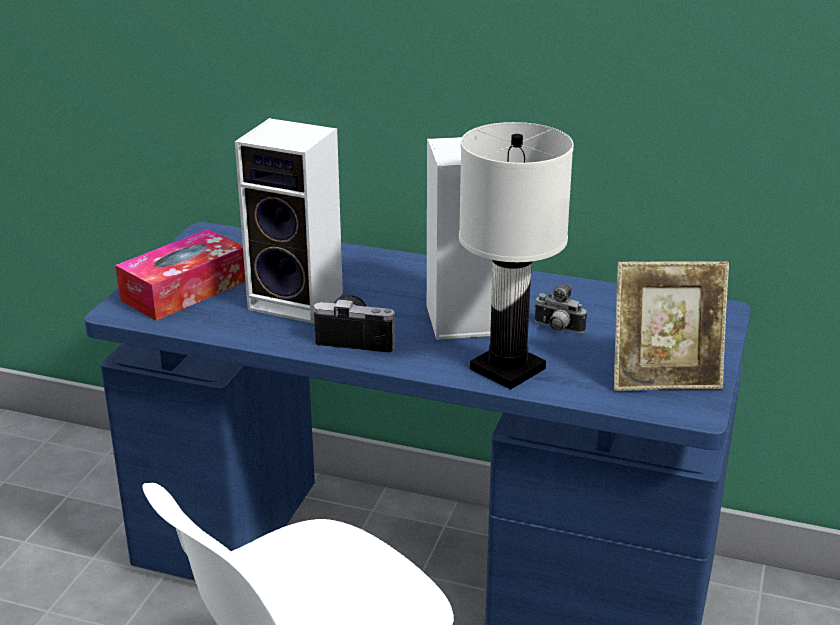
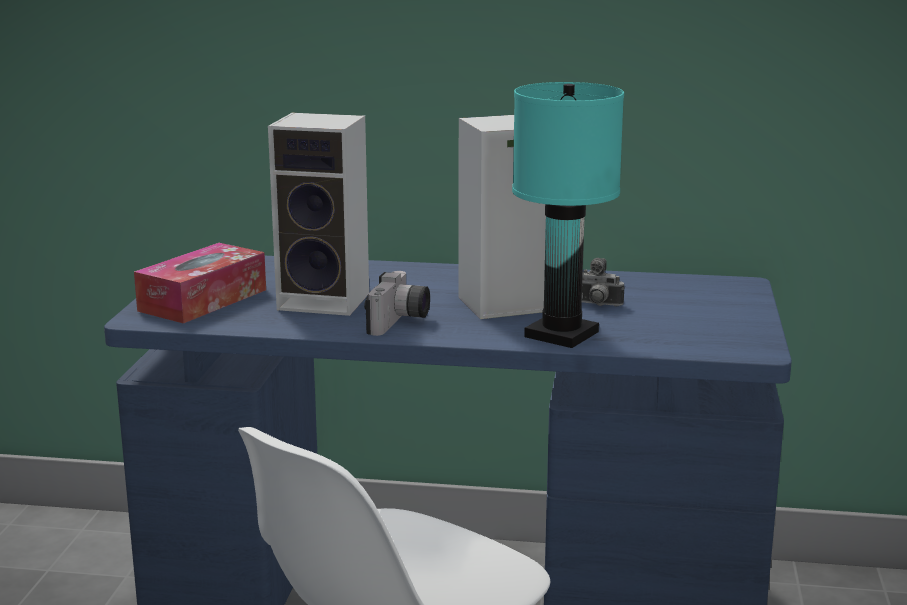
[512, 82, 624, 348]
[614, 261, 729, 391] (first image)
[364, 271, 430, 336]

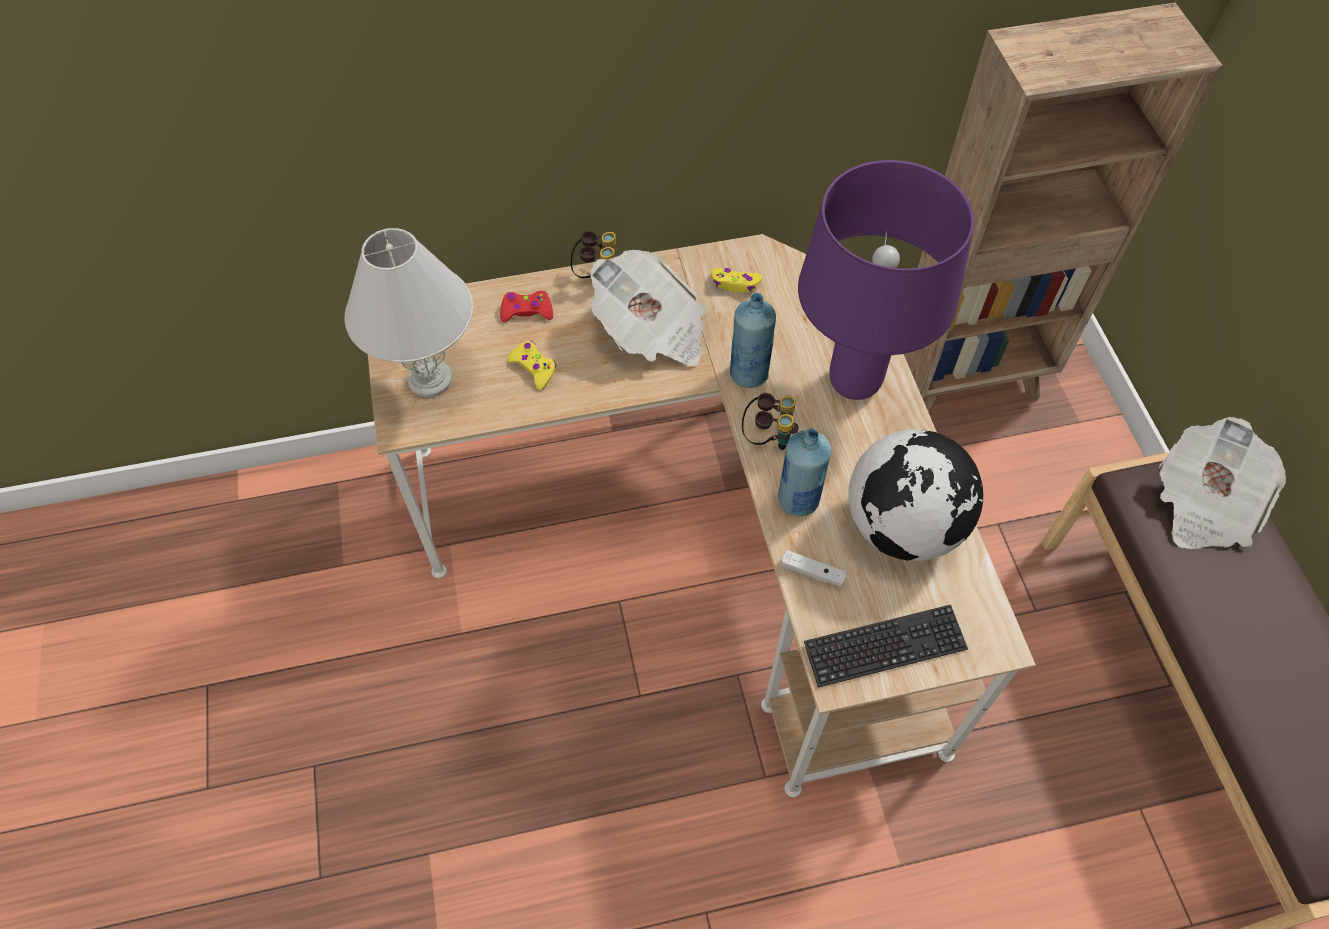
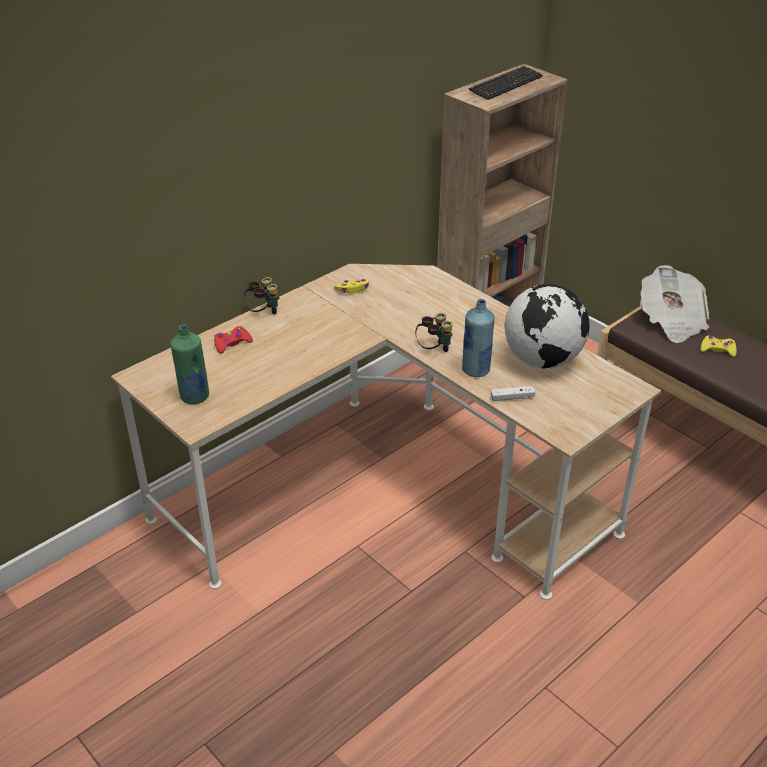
[798, 160, 974, 400] (first image)
[171, 324, 209, 404]
[590, 250, 706, 367] (first image)
[730, 293, 776, 388] (first image)
[700, 335, 736, 357]
[469, 66, 543, 100]

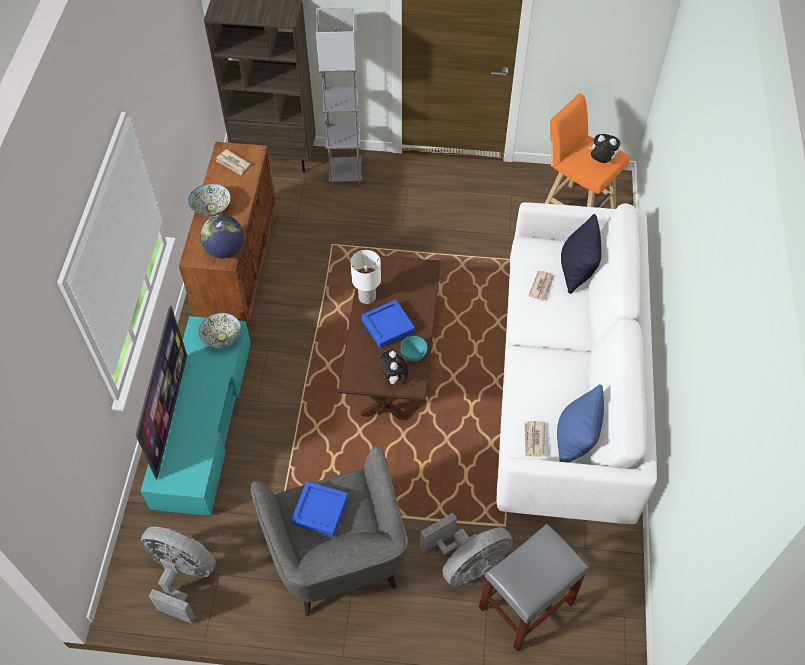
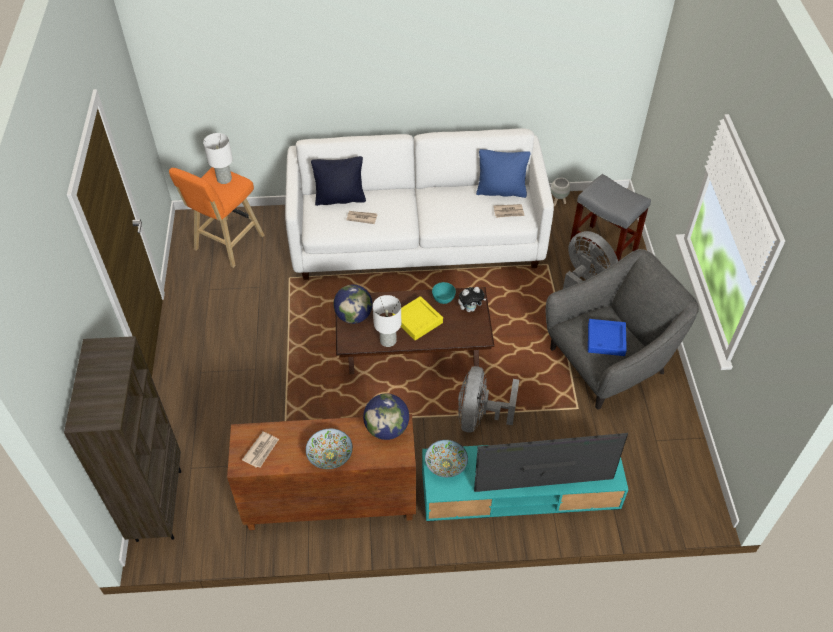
[316, 7, 362, 185] (first image)
[203, 133, 233, 184]
[393, 296, 443, 340]
[458, 366, 519, 432]
[551, 178, 571, 206]
[333, 285, 373, 324]

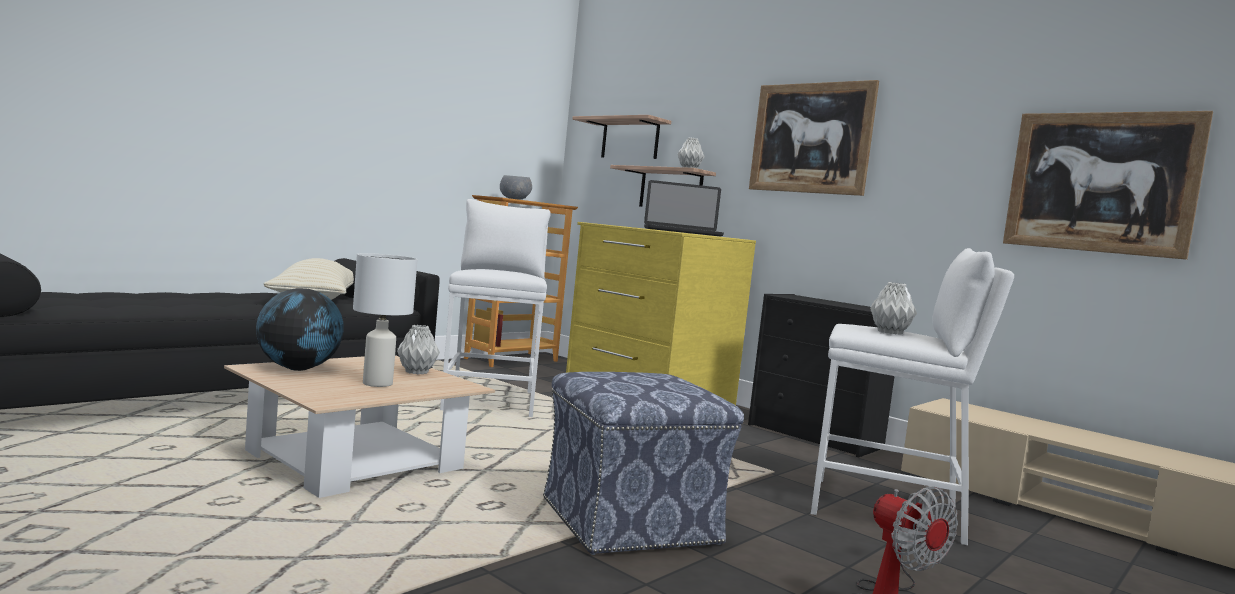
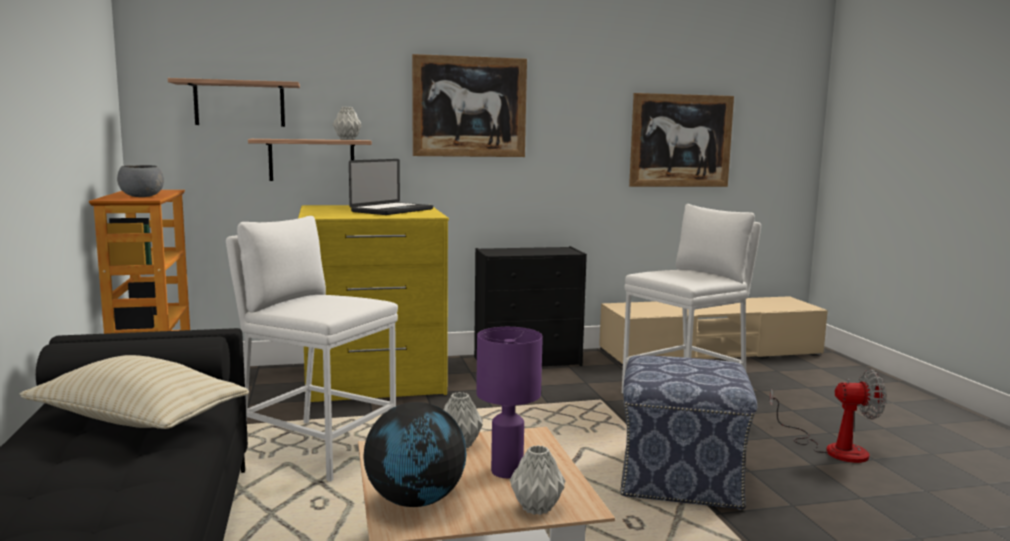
[476, 327, 543, 478]
[510, 445, 565, 515]

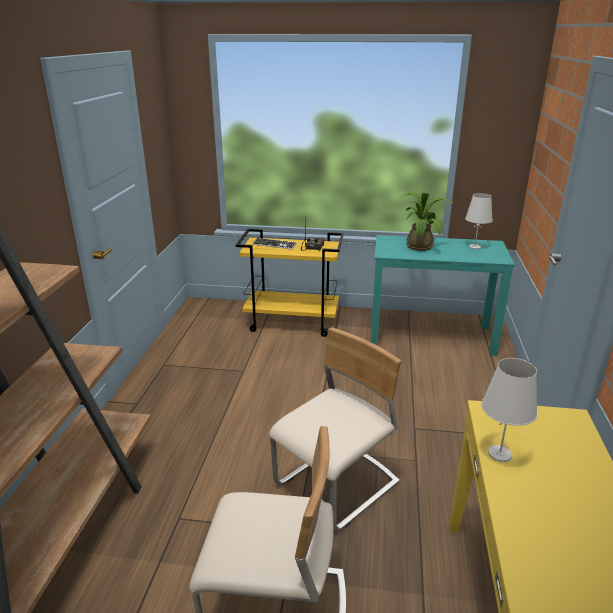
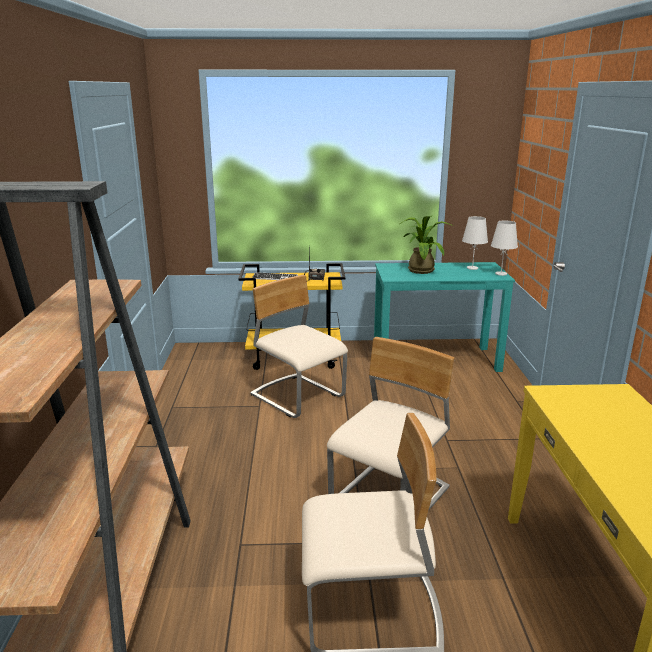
[491, 220, 518, 276]
[250, 275, 348, 418]

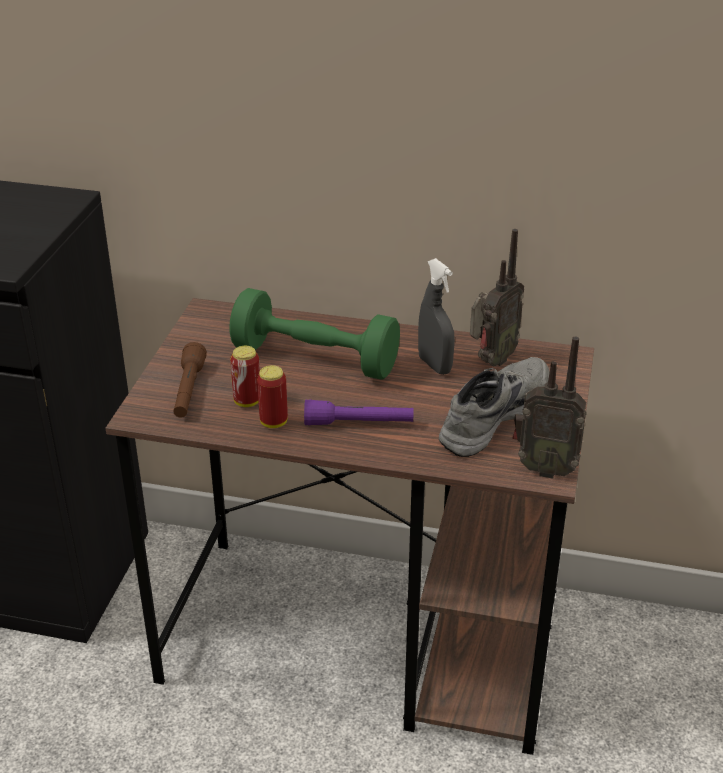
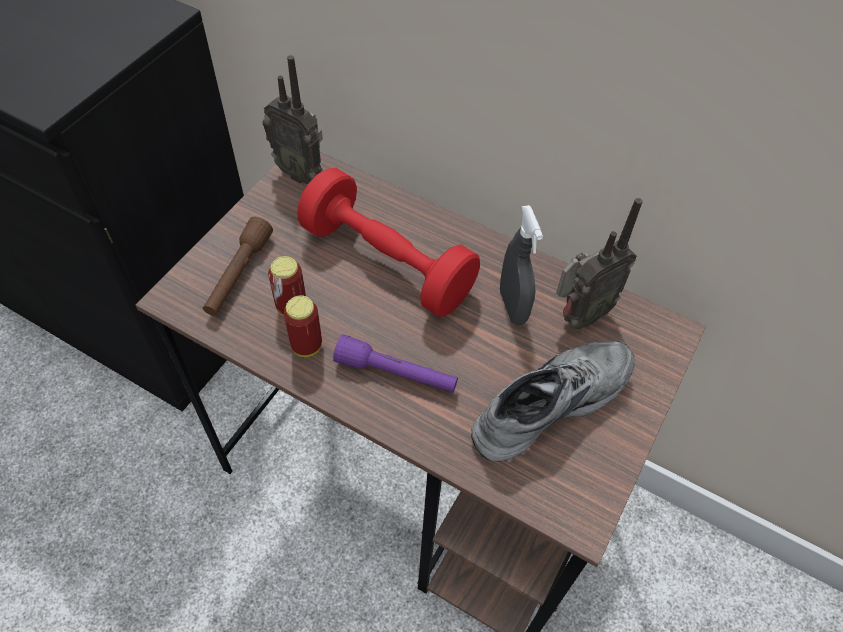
[297, 168, 480, 317]
[262, 55, 323, 184]

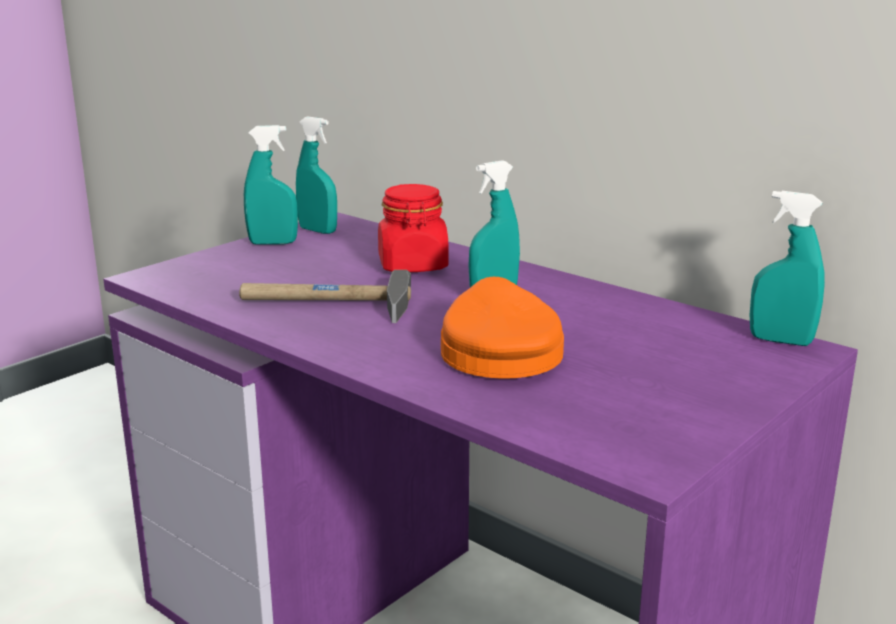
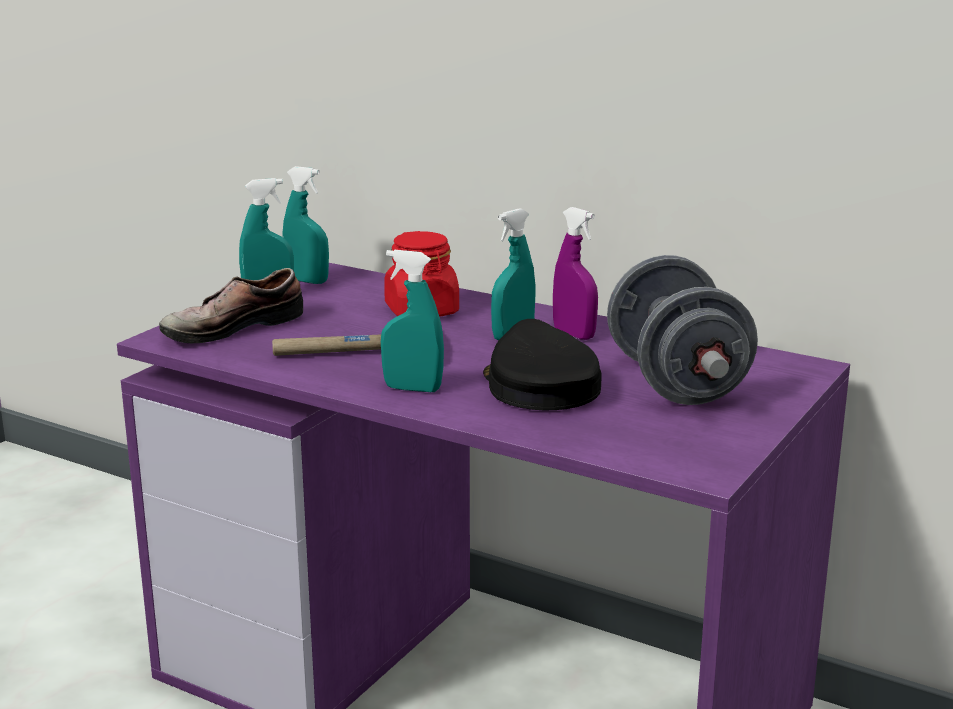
[381, 250, 444, 392]
[483, 319, 602, 410]
[553, 207, 598, 340]
[607, 255, 758, 405]
[159, 268, 303, 343]

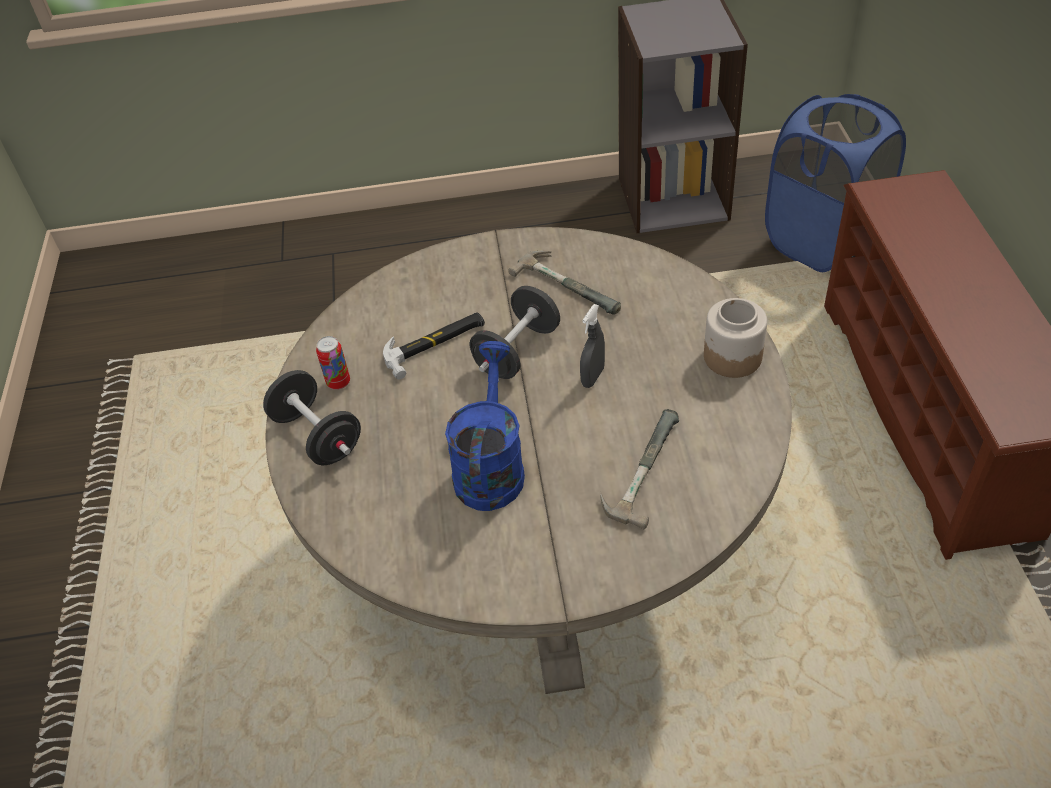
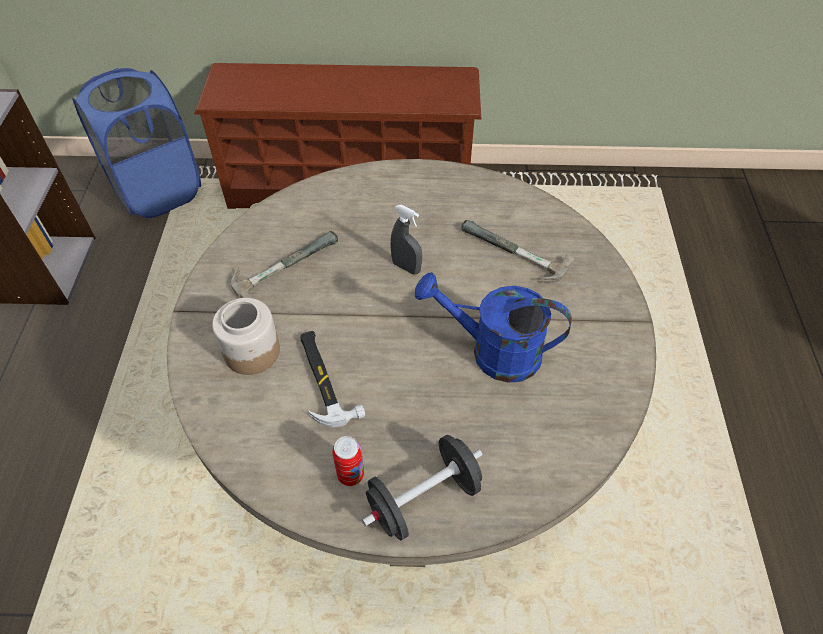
[470, 286, 560, 379] (first image)
[212, 298, 280, 375]

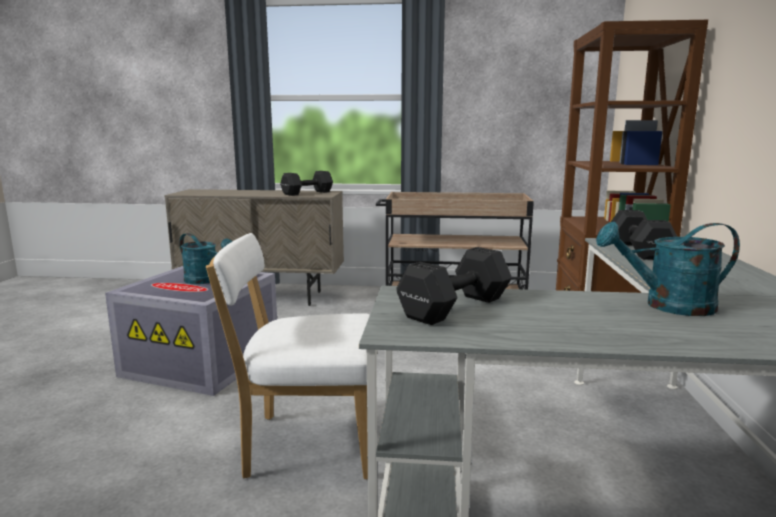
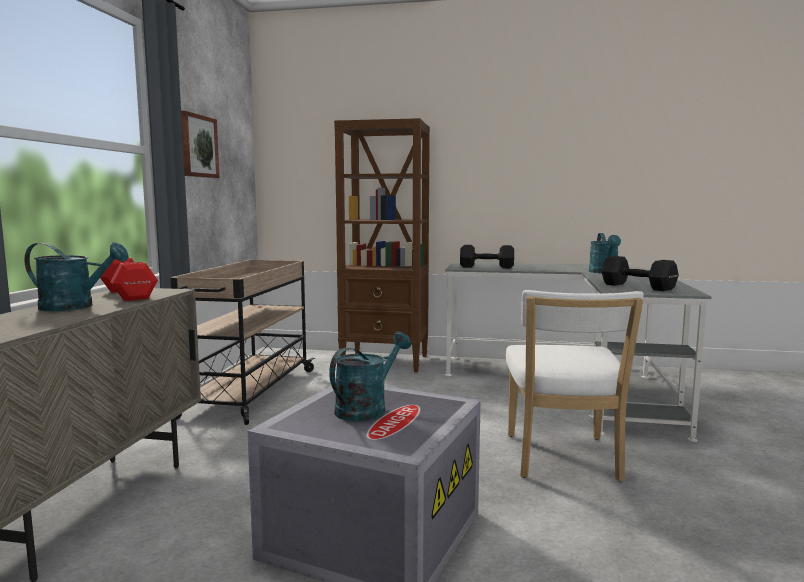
[100, 257, 158, 301]
[181, 111, 220, 178]
[24, 242, 129, 311]

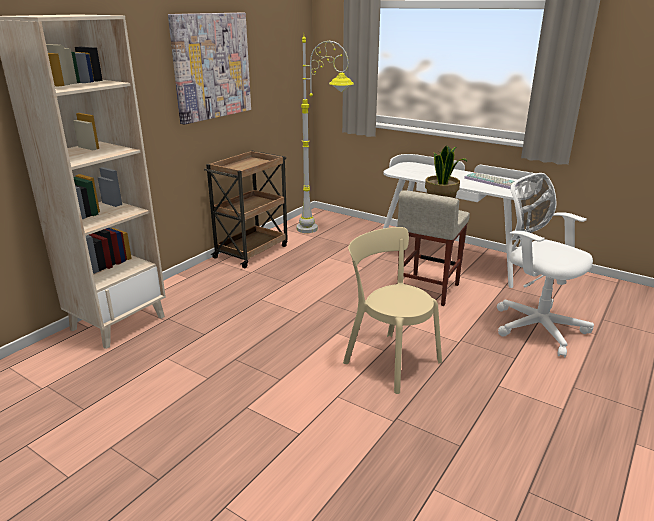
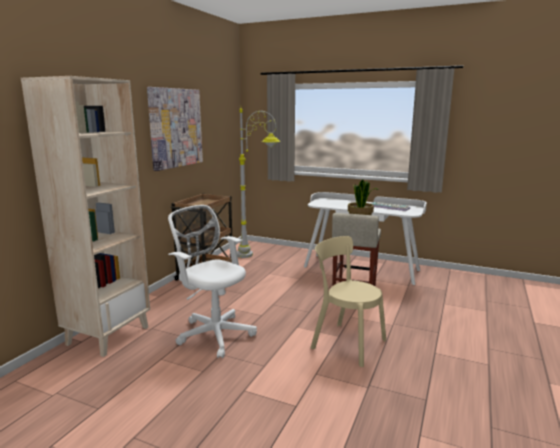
[168, 205, 257, 358]

